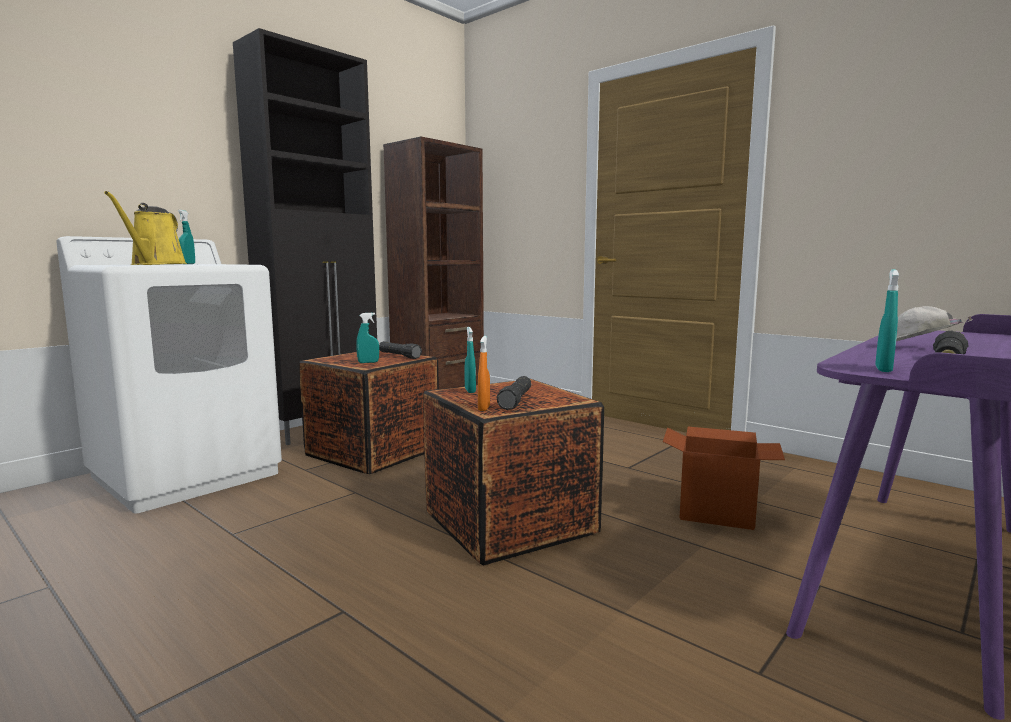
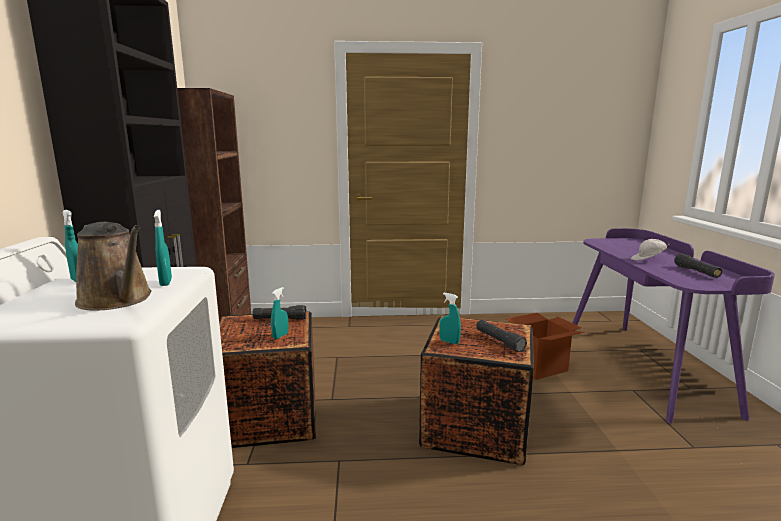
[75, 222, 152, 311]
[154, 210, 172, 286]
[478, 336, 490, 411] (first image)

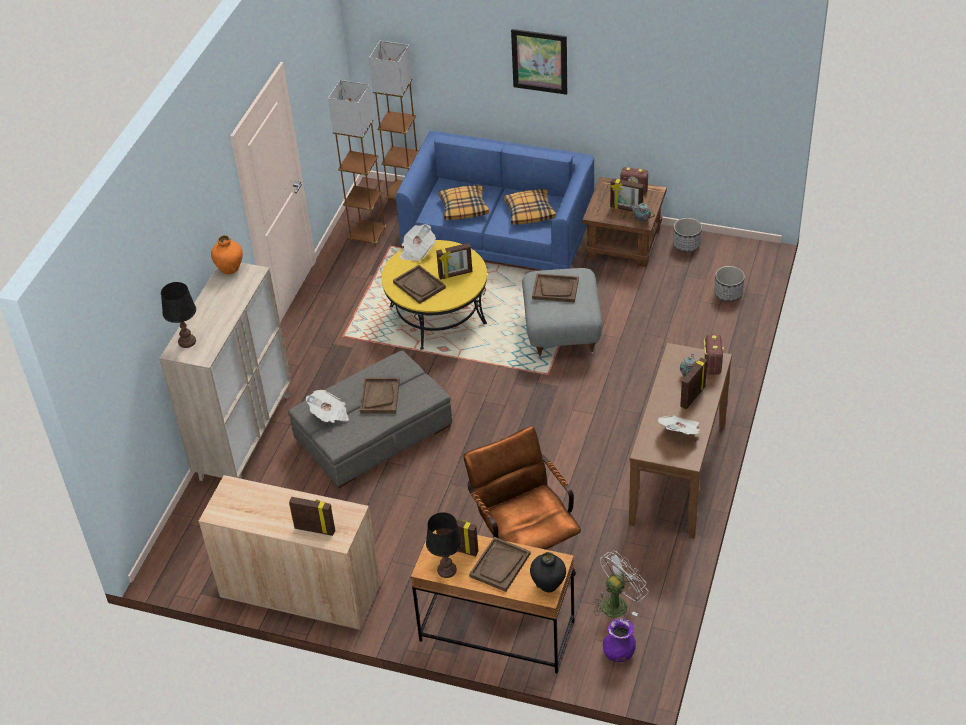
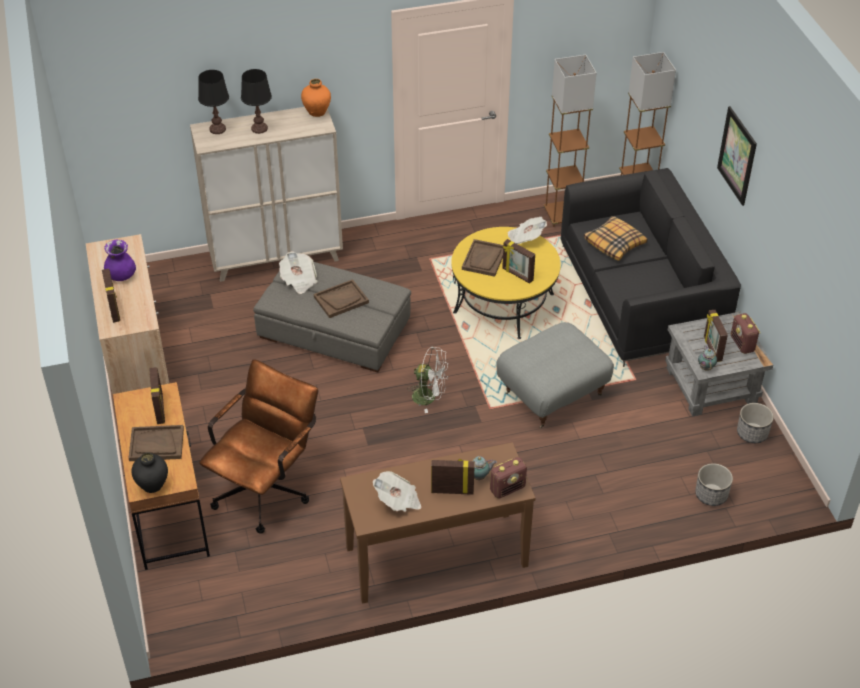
[561, 168, 741, 367]
[665, 311, 773, 417]
[503, 189, 556, 225] (first image)
[532, 274, 579, 303] (first image)
[241, 69, 272, 134]
[407, 346, 448, 413]
[104, 240, 136, 281]

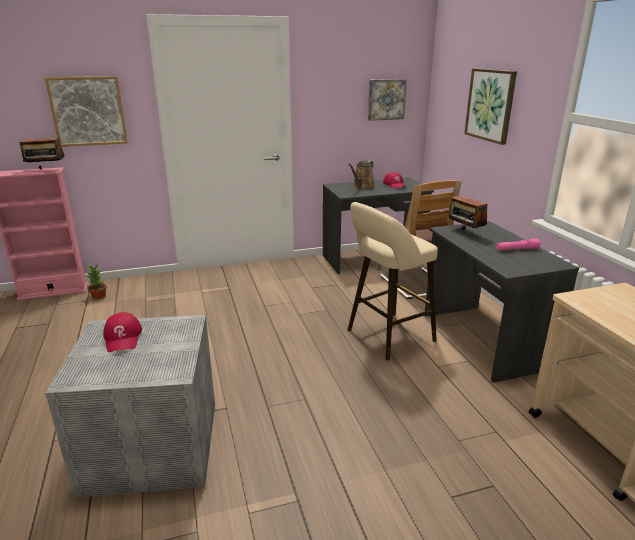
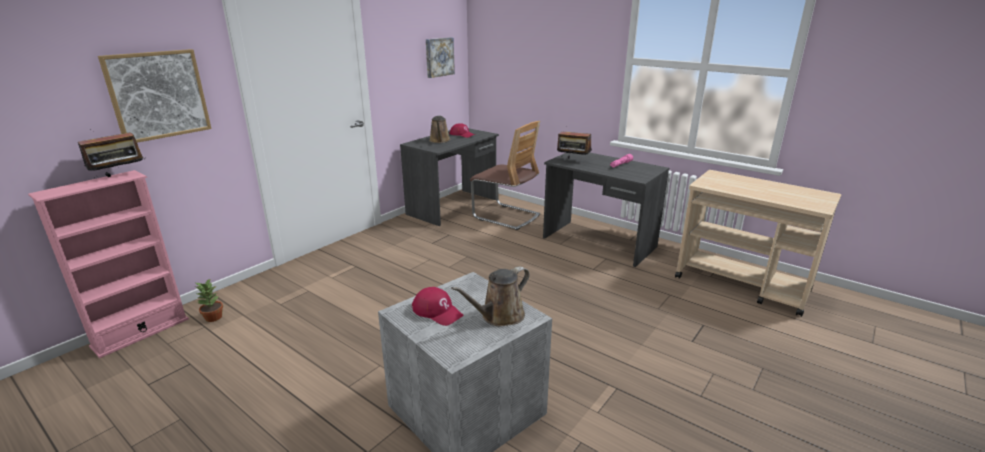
[464, 68, 517, 145] (first image)
[347, 202, 438, 360] (first image)
[451, 266, 530, 326]

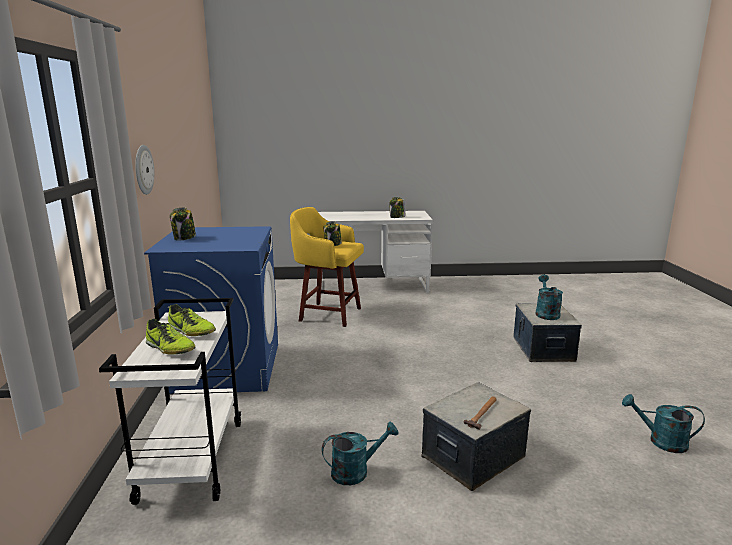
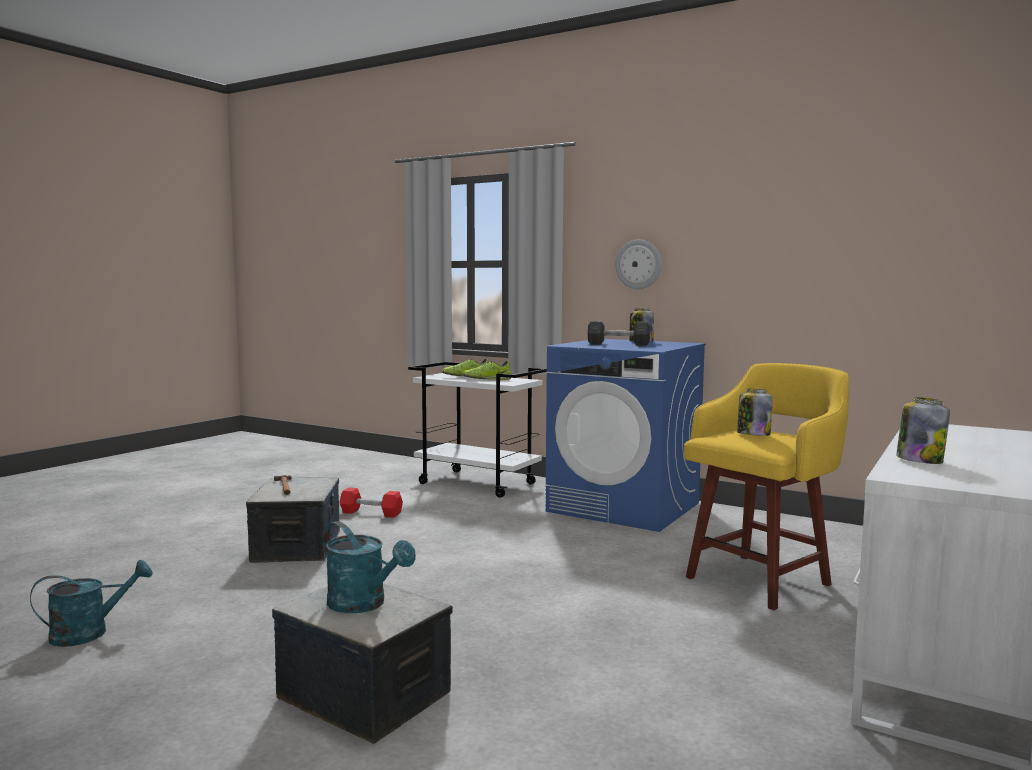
[339, 487, 403, 518]
[588, 321, 650, 346]

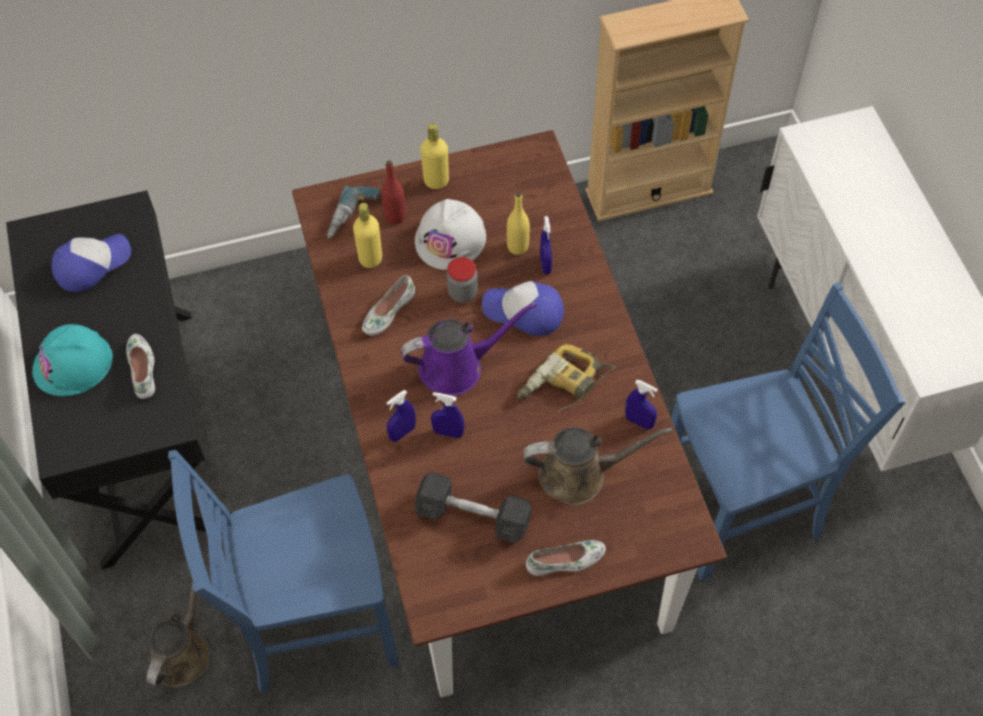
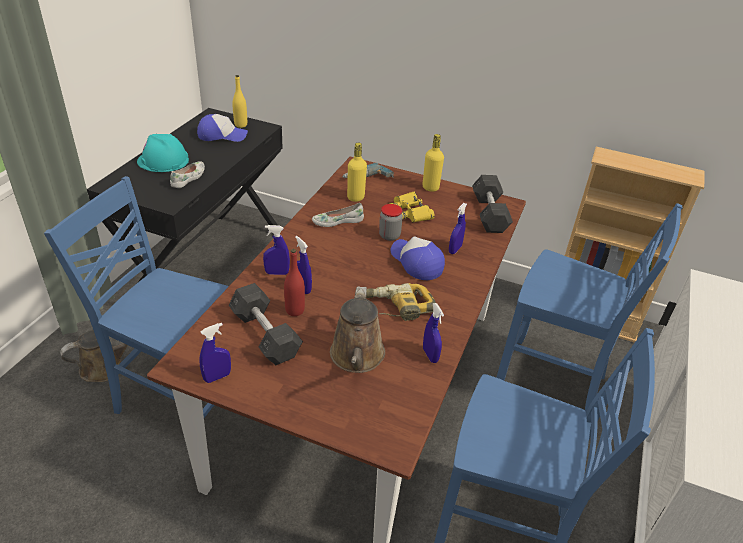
[284, 249, 305, 316]
[232, 75, 247, 128]
[390, 192, 435, 222]
[401, 302, 537, 395] (first image)
[330, 286, 385, 373]
[526, 540, 606, 576] (first image)
[472, 175, 513, 233]
[496, 203, 683, 412]
[199, 323, 231, 383]

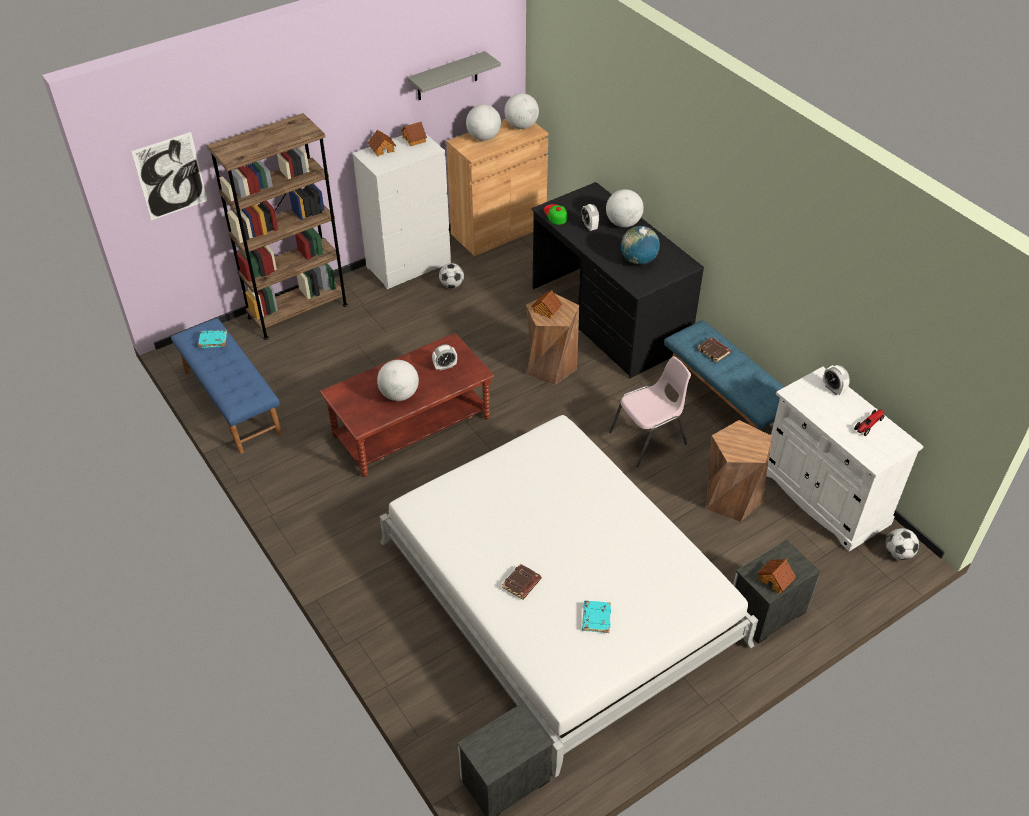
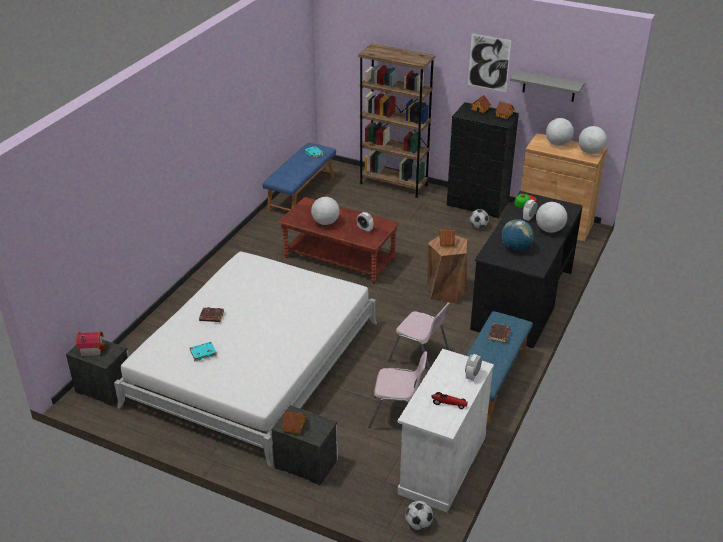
[468, 33, 511, 92]
[447, 102, 519, 218]
[368, 351, 427, 428]
[76, 331, 106, 356]

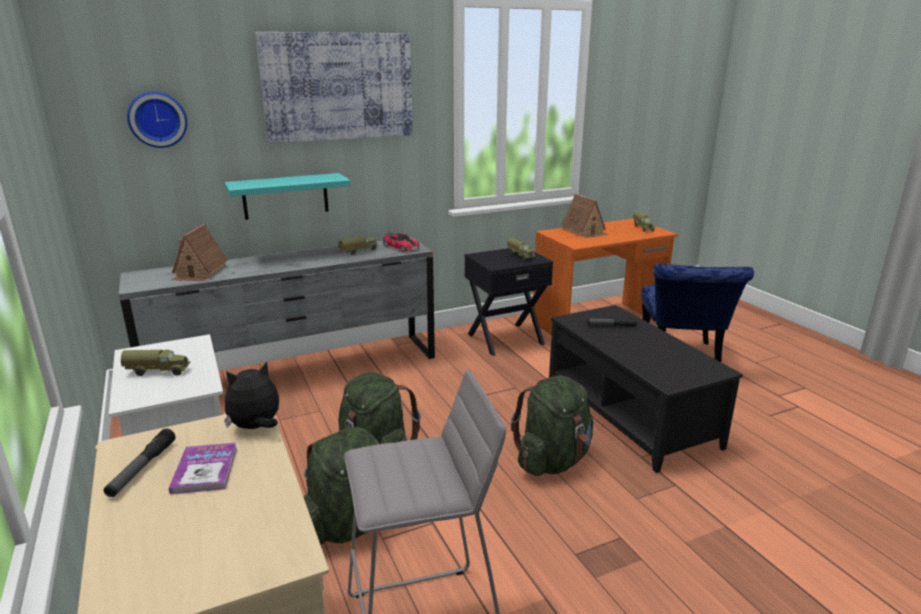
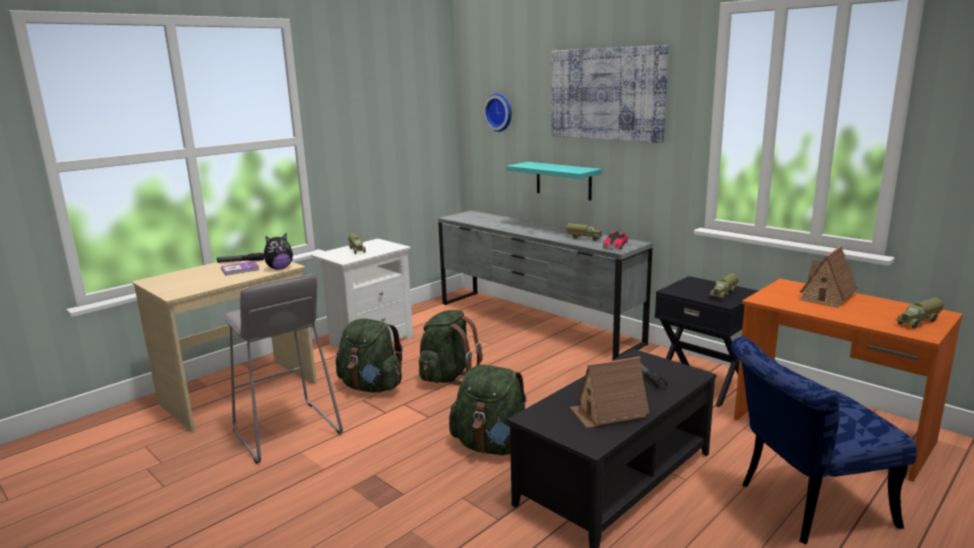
[570, 356, 649, 428]
[264, 233, 293, 270]

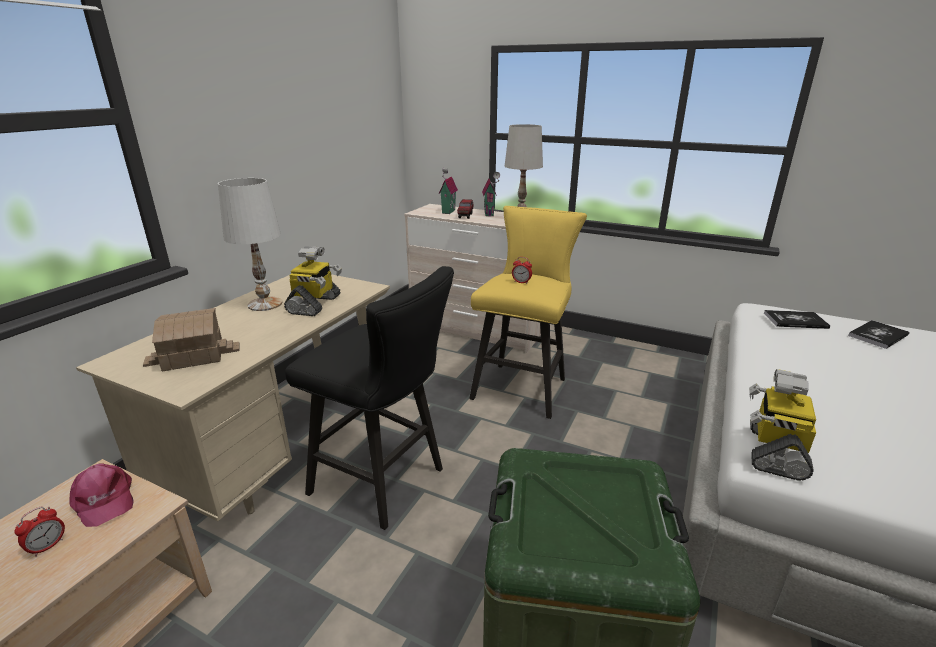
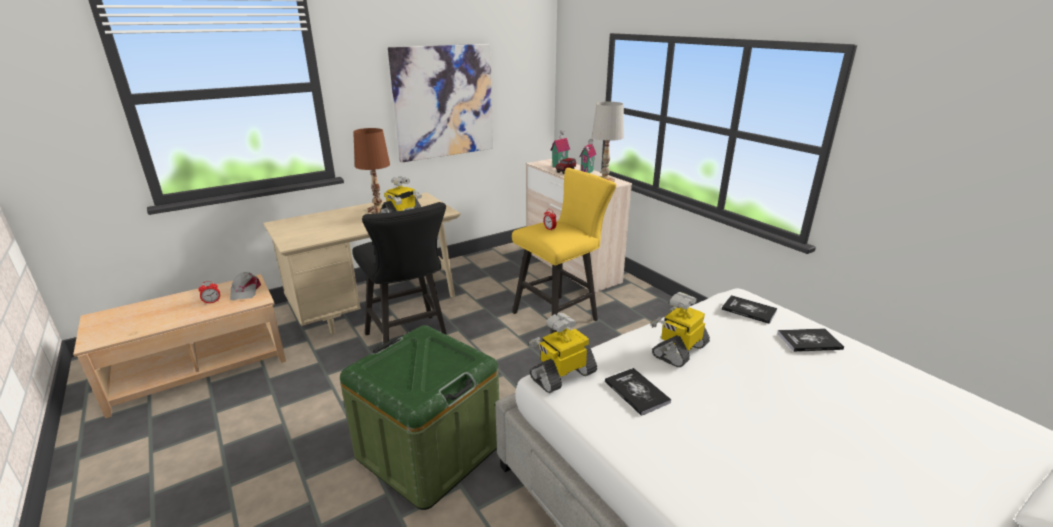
[353, 128, 390, 214]
[143, 308, 240, 371] (first image)
[230, 272, 261, 300]
[388, 44, 493, 163]
[651, 292, 710, 367]
[605, 368, 671, 416]

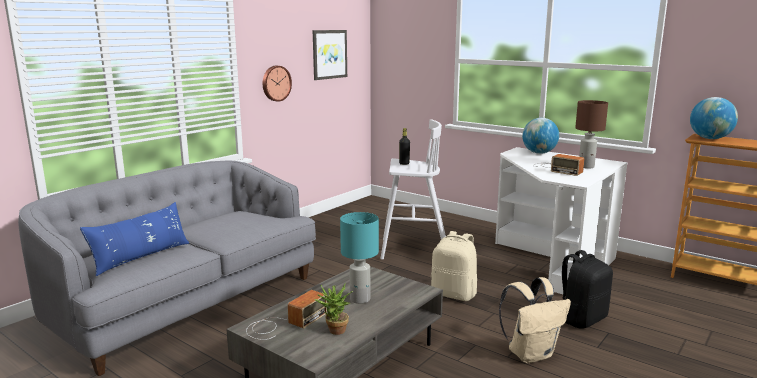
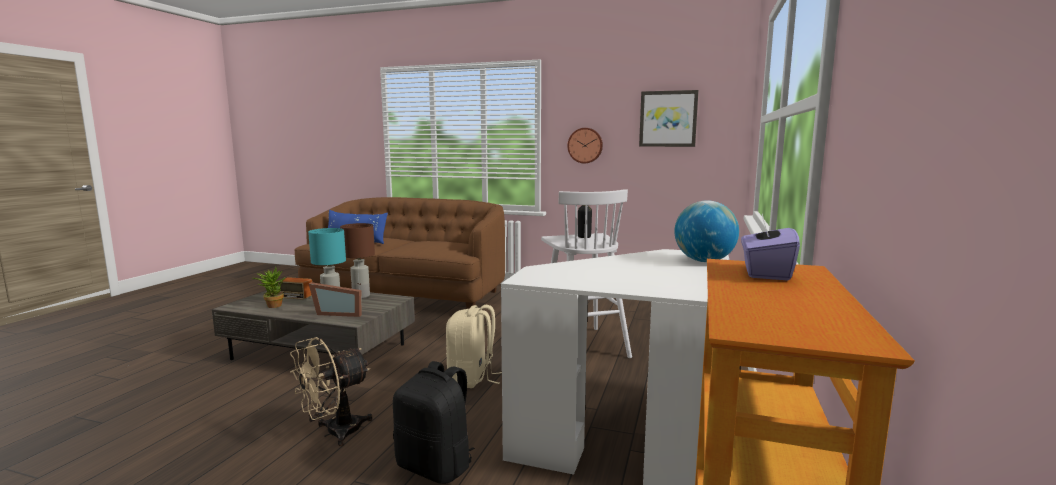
[741, 214, 800, 281]
[340, 223, 375, 298]
[533, 154, 584, 176] (first image)
[294, 197, 505, 309]
[290, 337, 372, 446]
[309, 282, 362, 317]

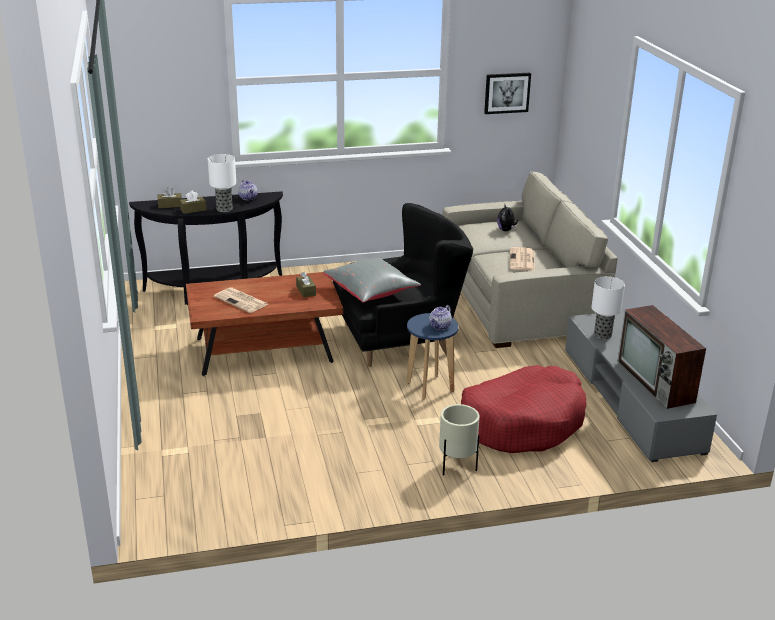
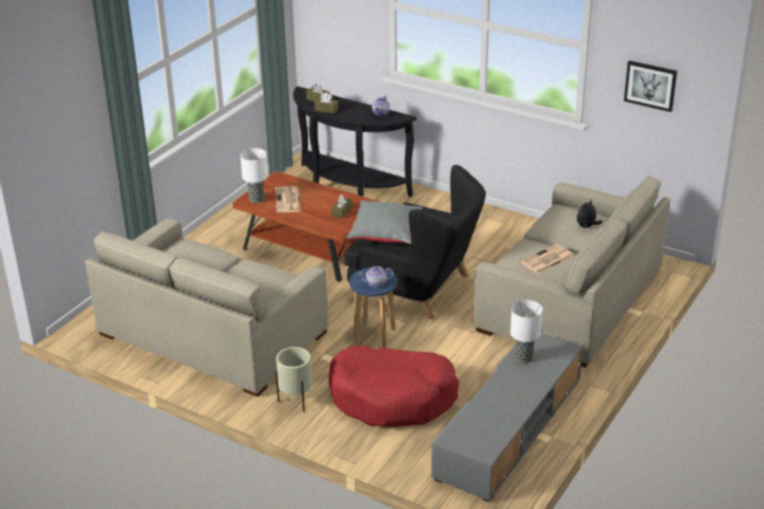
[240, 148, 268, 203]
[618, 305, 706, 409] (first image)
[85, 218, 329, 397]

